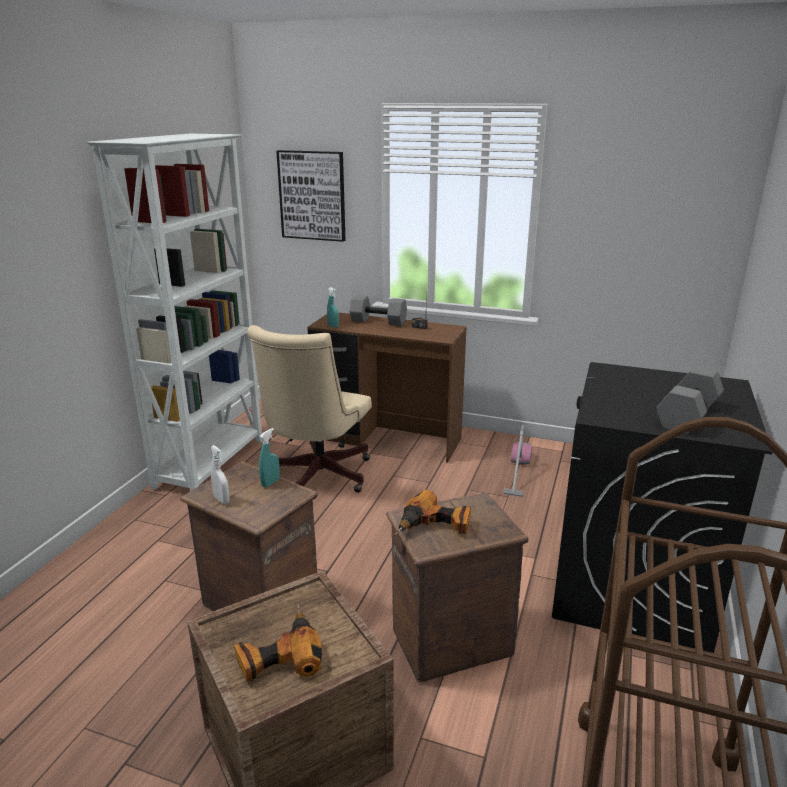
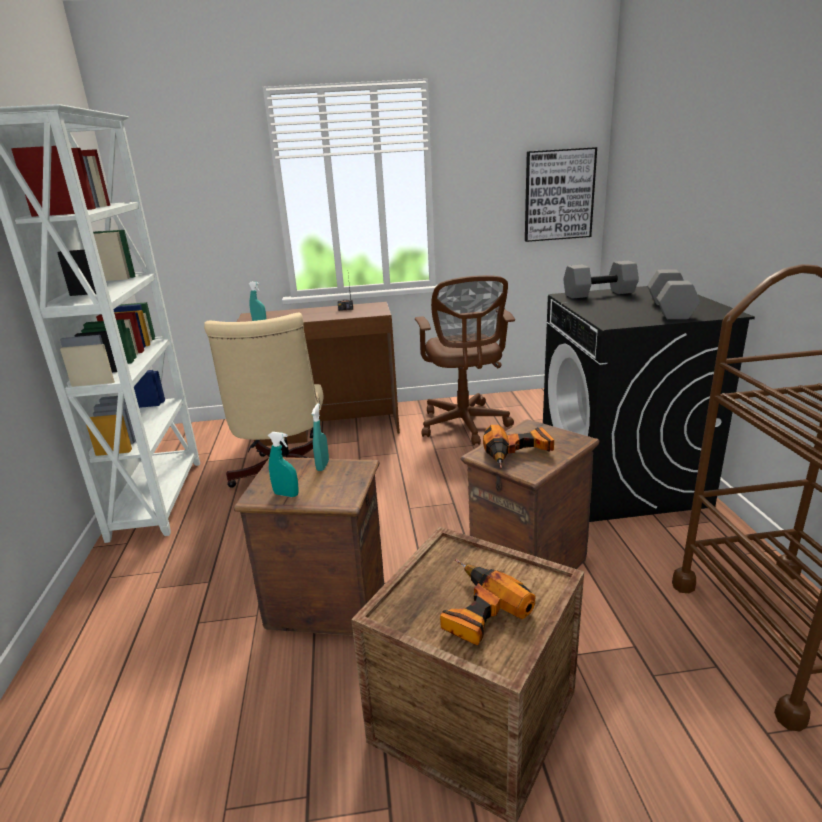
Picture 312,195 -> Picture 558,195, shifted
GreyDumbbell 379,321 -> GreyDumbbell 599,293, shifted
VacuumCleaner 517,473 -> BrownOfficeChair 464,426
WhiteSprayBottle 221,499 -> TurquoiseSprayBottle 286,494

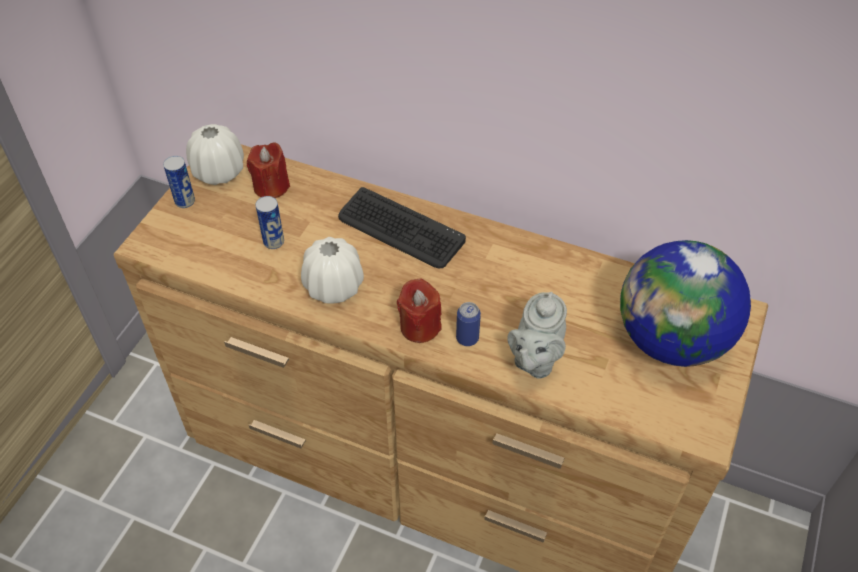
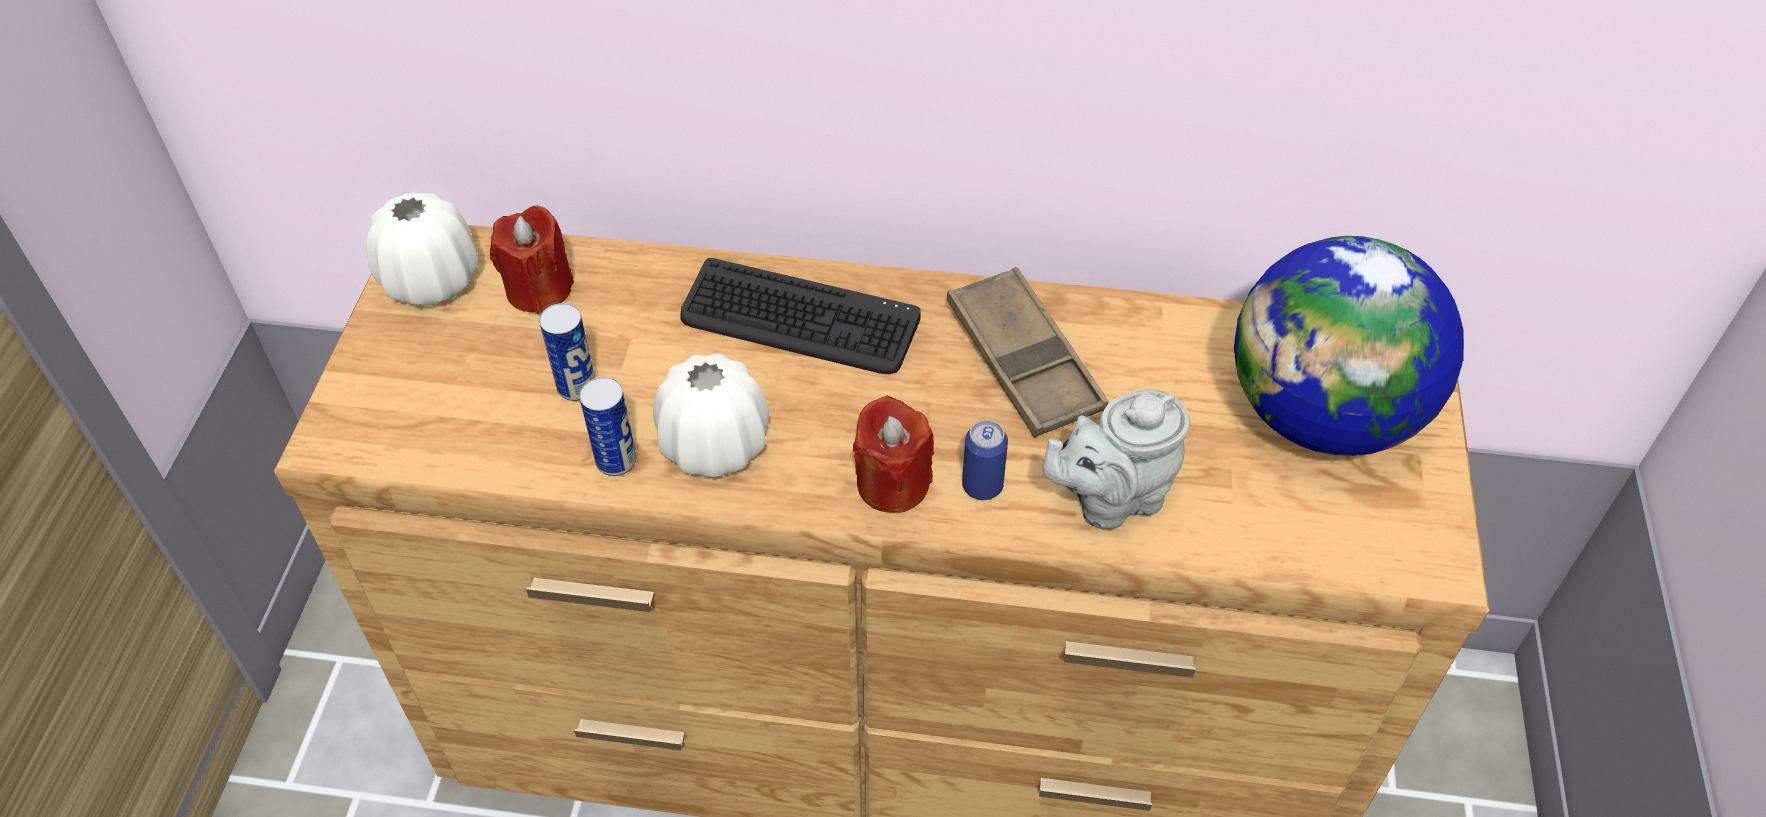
none -> BrownTray 1024,361
Can 185,201 -> Can 616,461, shifted
GreyTeapot 534,360 -> GreyTeapot 1110,498, 60 degrees clockwise

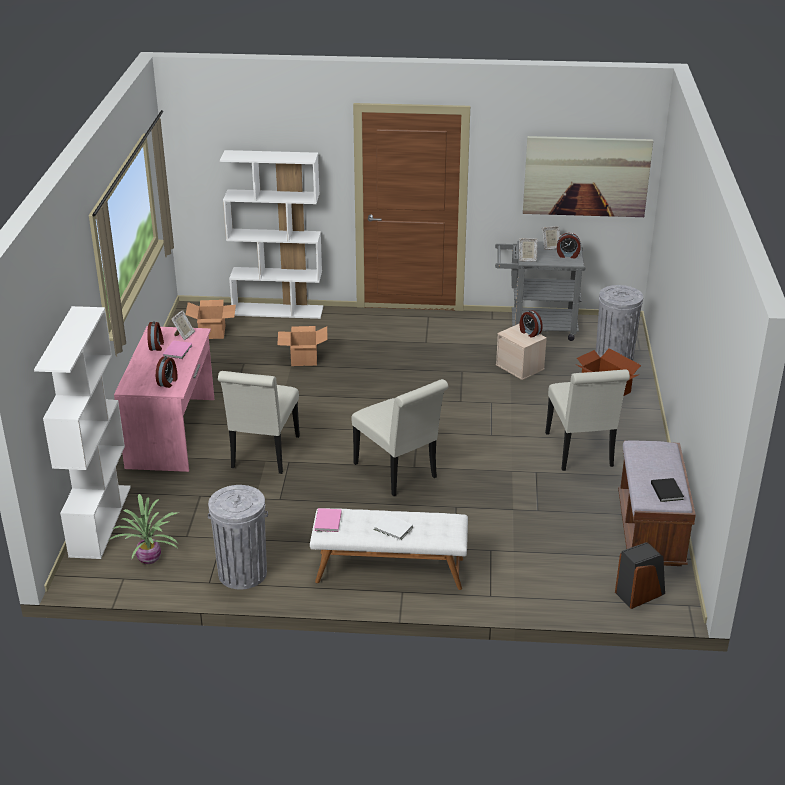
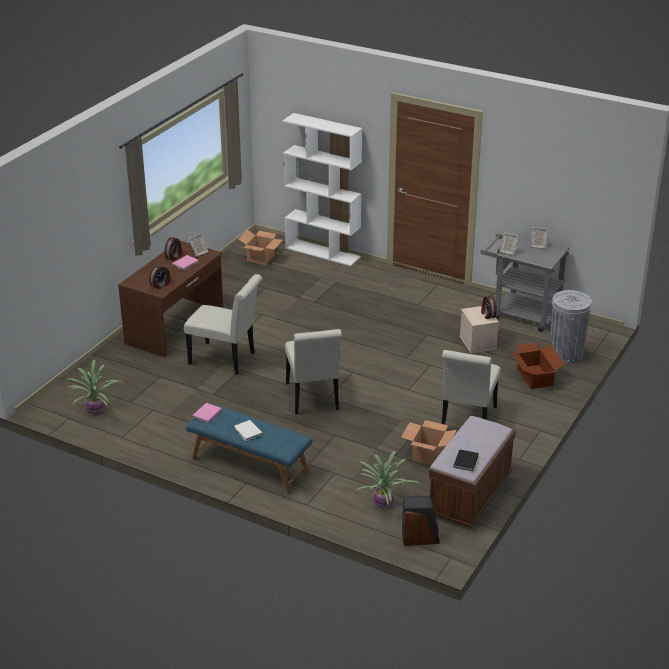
WhiteBookcase 100,520 -> none
GreyTrashCan 242,573 -> none
Picture 586,176 -> none
AlarmClock 567,255 -> none
none -> PottedPlant 384,504
CardboardBox 304,359 -> CardboardBox 428,455, shifted
PinkDesk 172,432 -> BrownDesk 175,326
WhiteBench 389,570 -> BlueBench 249,466
WhiteChair 264,455 -> WhiteChair 226,359, 105 degrees counterclockwise

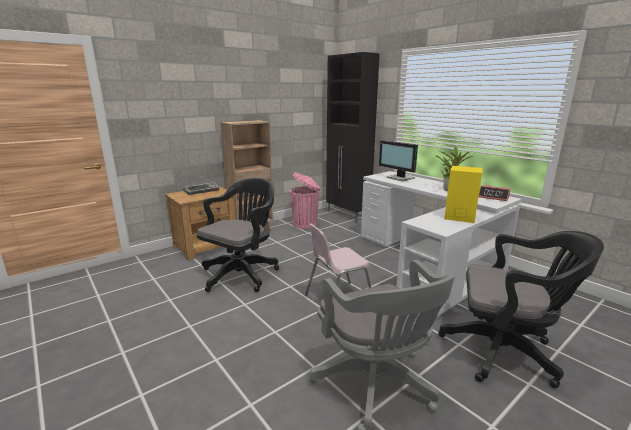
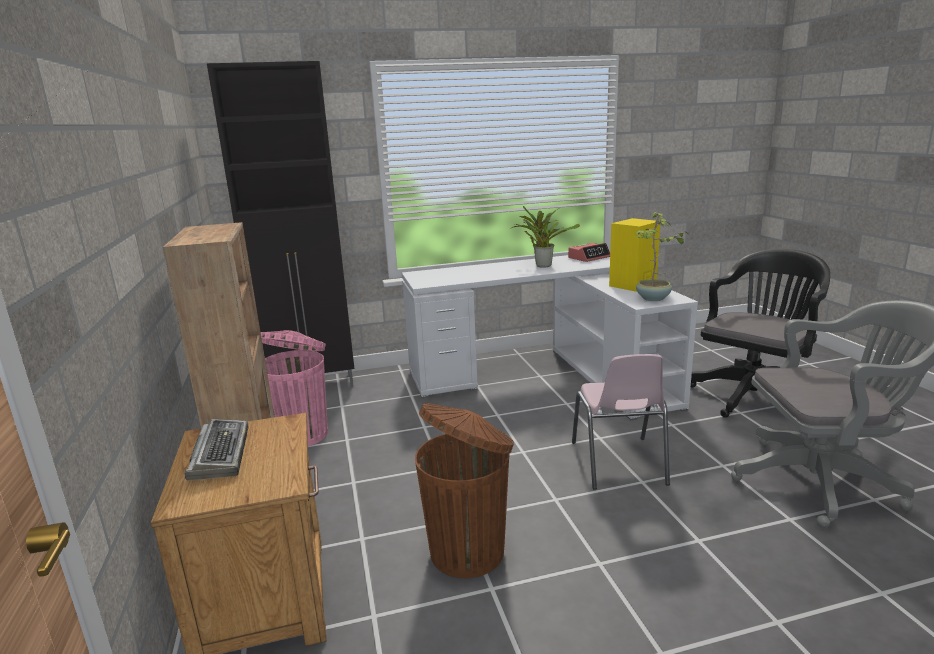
Monitor 400,178 -> none
none -> PottedPlant 653,299
BlackOfficeChair 242,273 -> BrownTrashCan 469,550

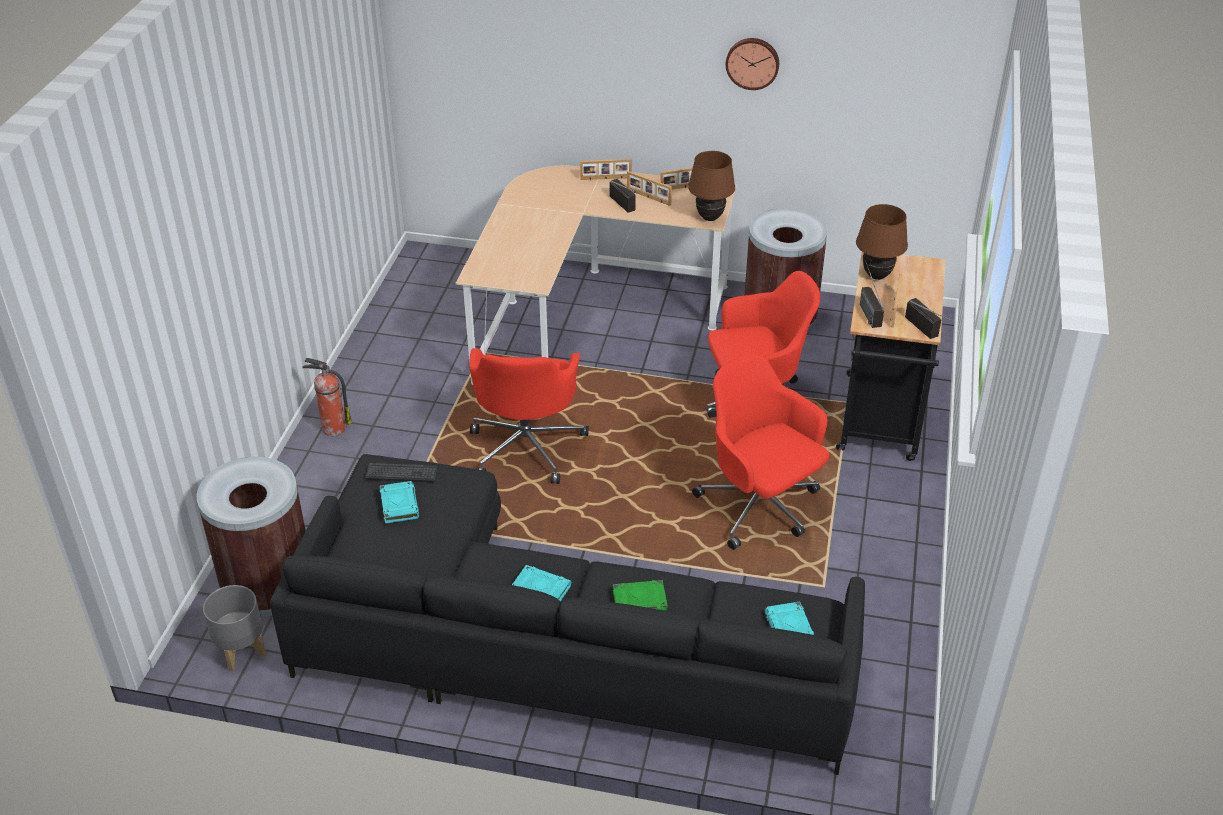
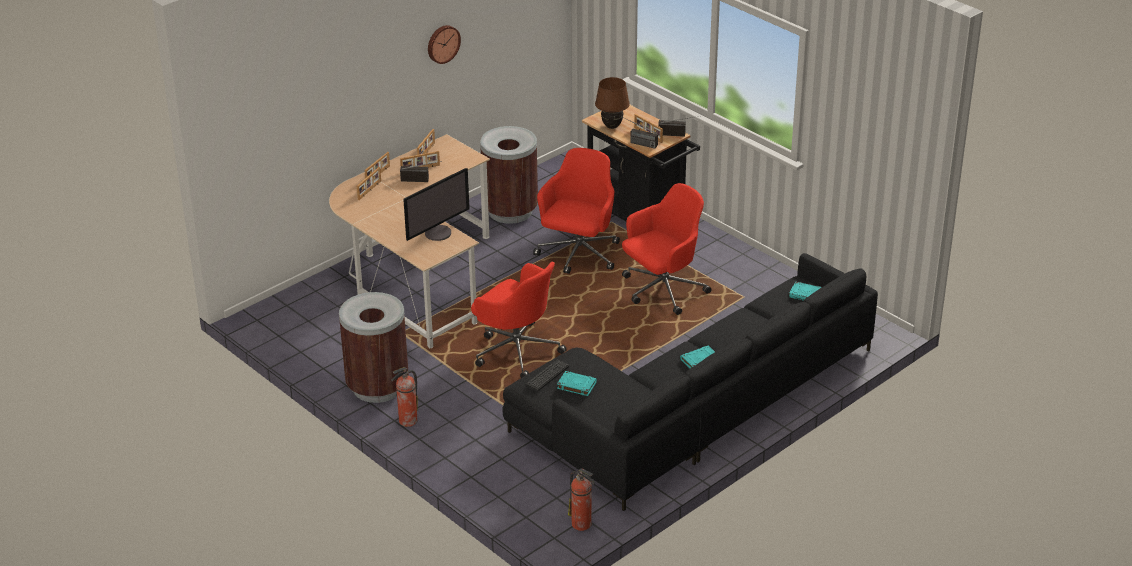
GreenBook 640,601 -> none
BrownTableLamp 710,218 -> none
none -> PictureFrame 370,190
none -> Monitor 437,232
BrownTrashCan 269,589 -> BrownTrashCan 378,387, shifted
GreyPlanter 241,651 -> FireExtinguisher 582,524
RedOfficeChair 760,507 -> RedOfficeChair 662,290, 150 degrees clockwise

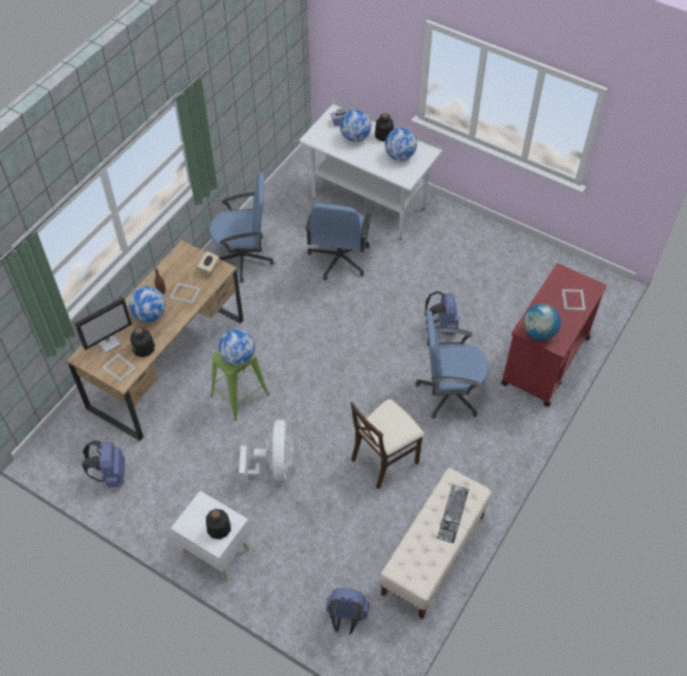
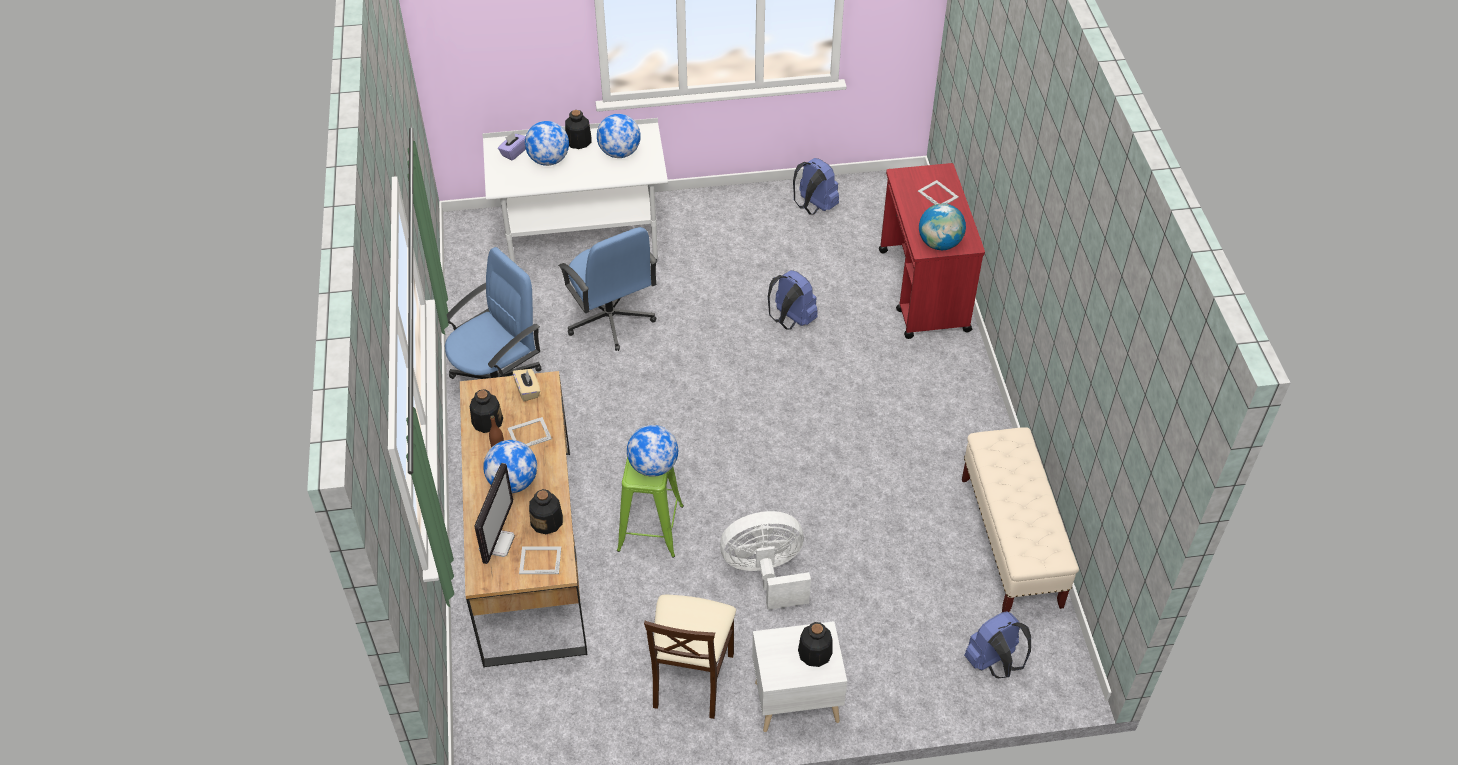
BlueOfficeChair 449,392 -> none
Keyboard 453,513 -> none
none -> Bottle 487,421
BlueBackpack 111,475 -> BlueBackpack 814,206, shifted
BeigeChair 384,459 -> BeigeChair 691,678, shifted
WhiteFan 274,466 -> WhiteFan 766,574, 60 degrees counterclockwise

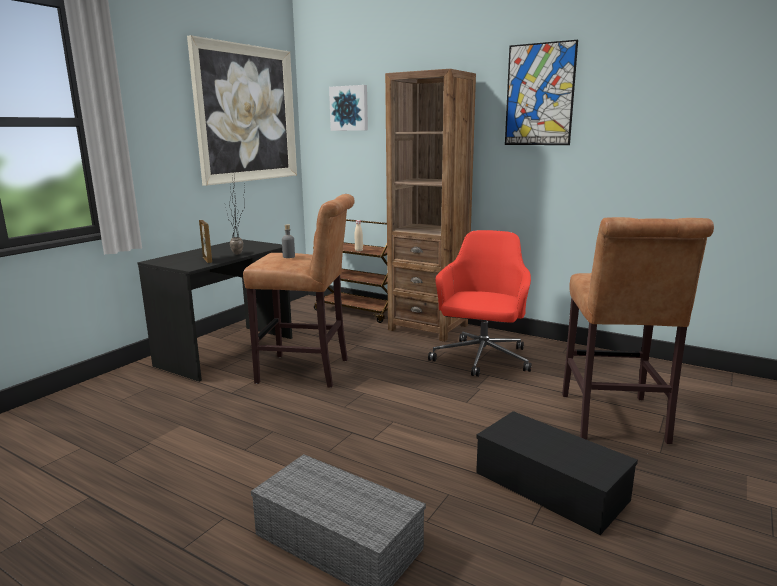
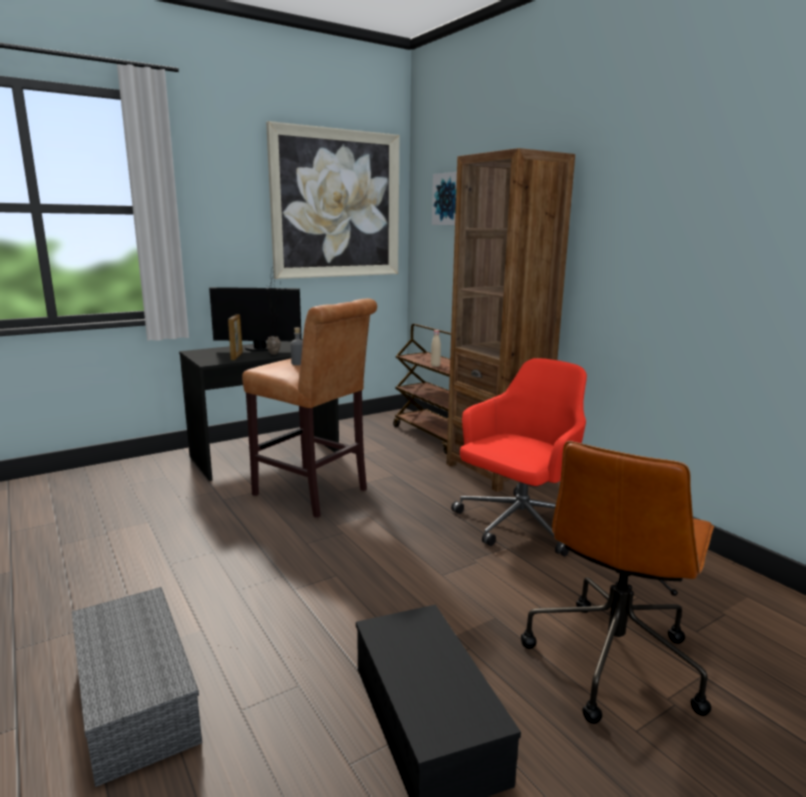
Picture 539,95 -> none
none -> Monitor 259,349
BrownStool 614,421 -> BrownOfficeChair 612,660

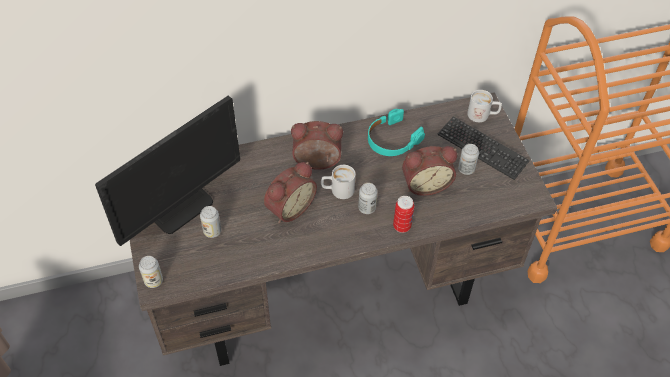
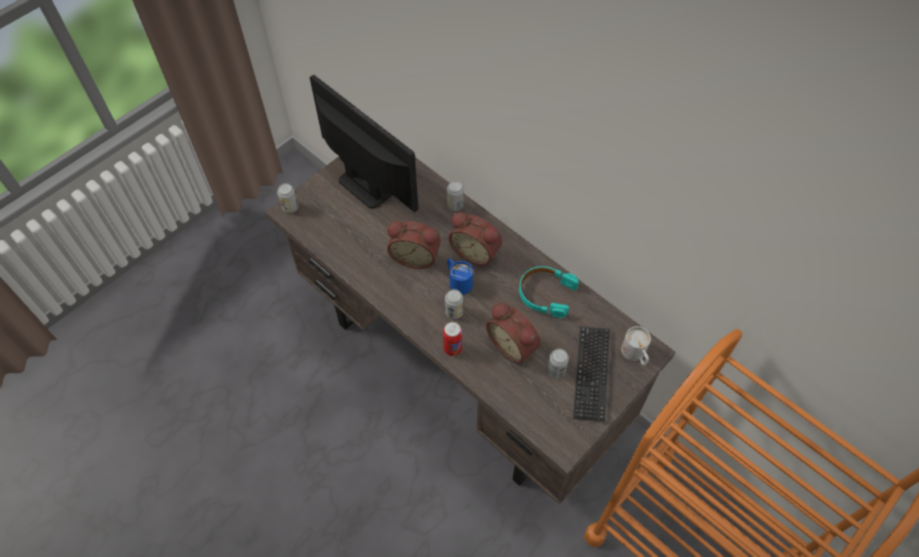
Can 212,231 -> Can 455,205, shifted
WhiteMug 337,190 -> BlueMug 457,281
Monitor 180,207 -> Monitor 367,185, 150 degrees counterclockwise
AlarmClock 317,163 -> AlarmClock 476,251, 150 degrees clockwise

